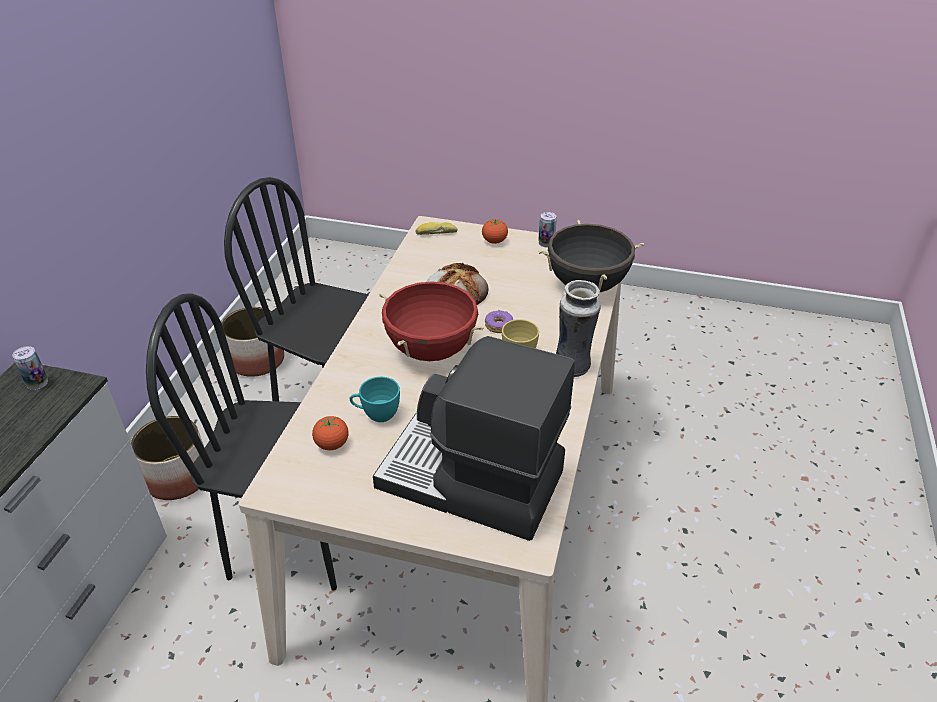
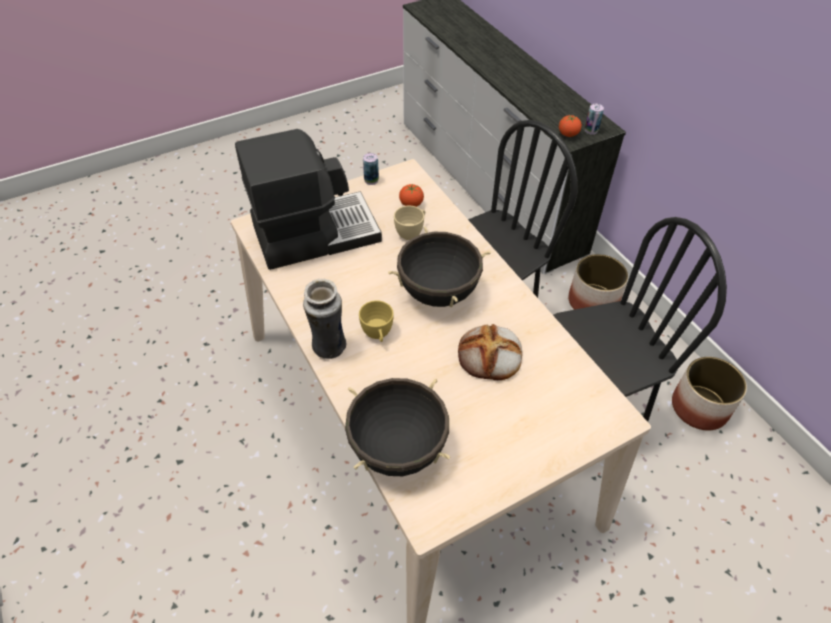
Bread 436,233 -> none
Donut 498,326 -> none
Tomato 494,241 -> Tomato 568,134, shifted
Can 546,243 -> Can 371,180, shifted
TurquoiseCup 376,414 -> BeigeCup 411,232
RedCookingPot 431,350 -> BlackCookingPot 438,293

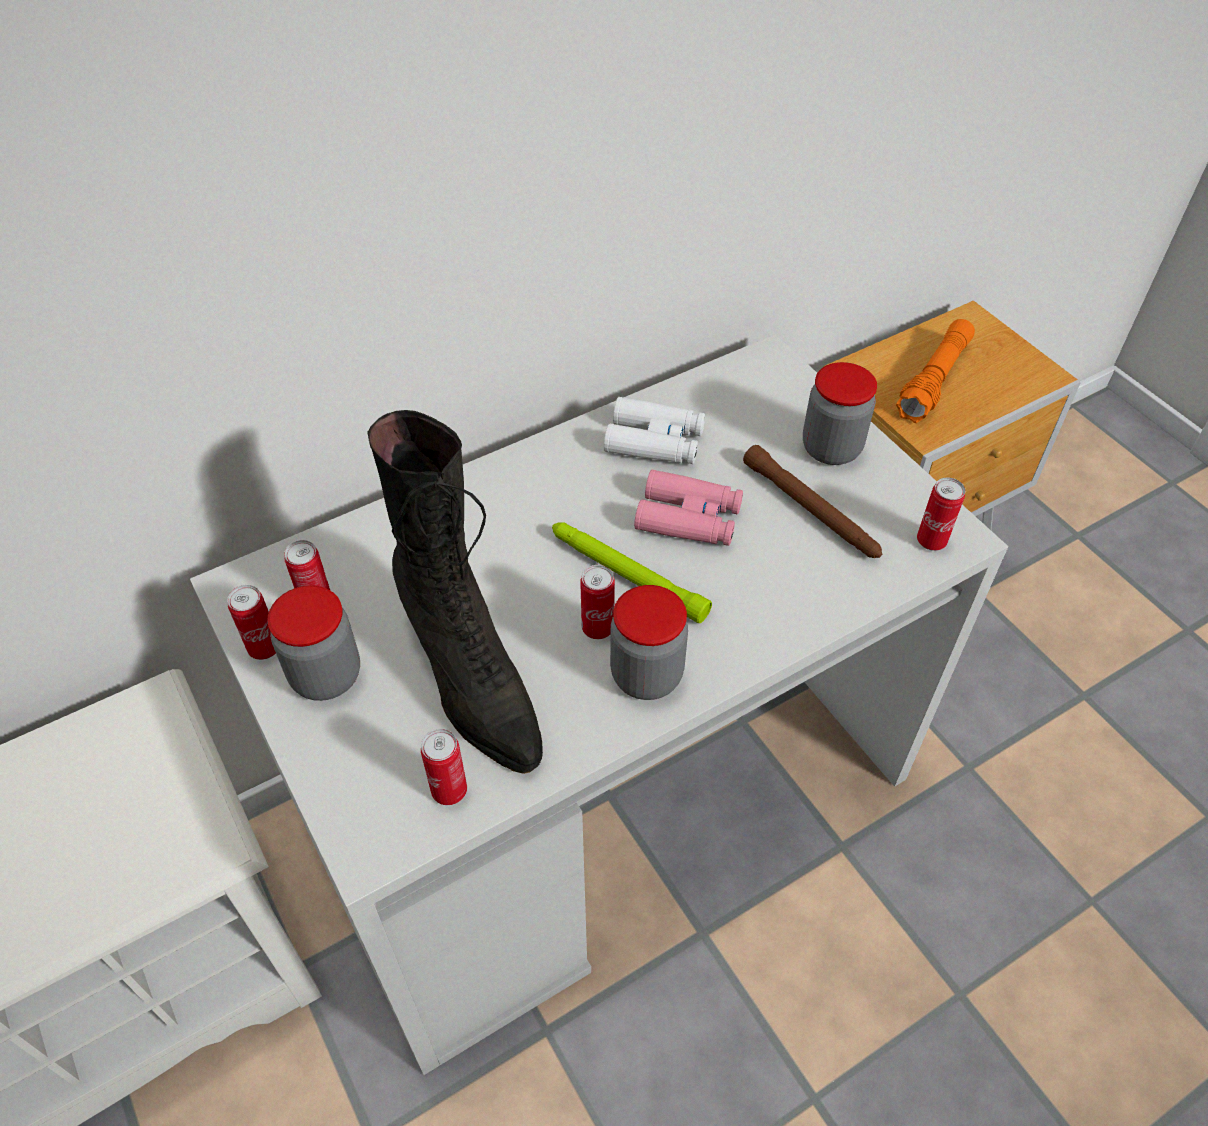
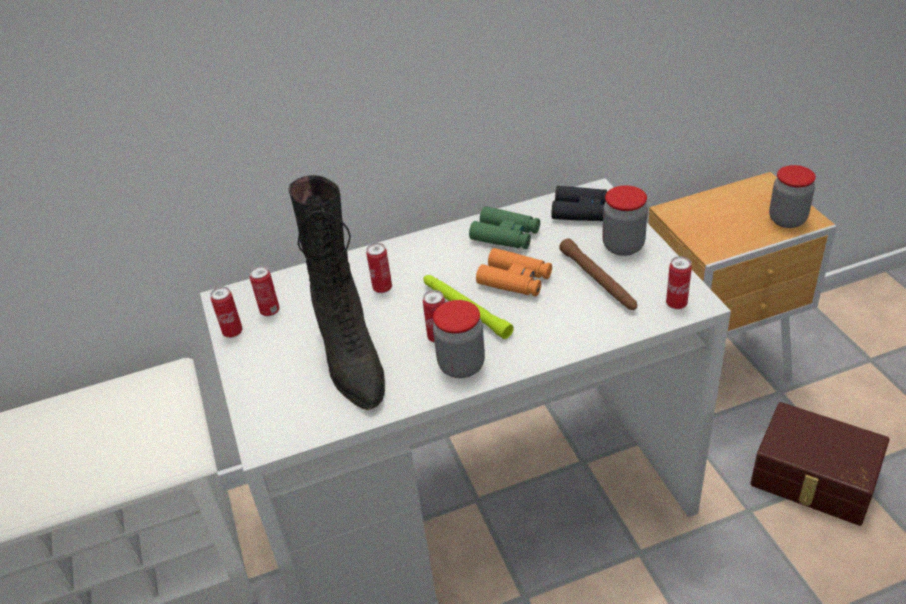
OrangeFlashlight 934,380 -> none
none -> BlackBinoculars 583,211
none -> BrownStorageBox 813,479
Jar 326,676 -> Jar 787,220, shifted
Can 449,791 -> Can 382,288, shifted
WhiteBinoculars 655,441 -> GreenBinoculars 505,235
PinkBinoculars 689,518 -> OrangeBinoculars 515,280

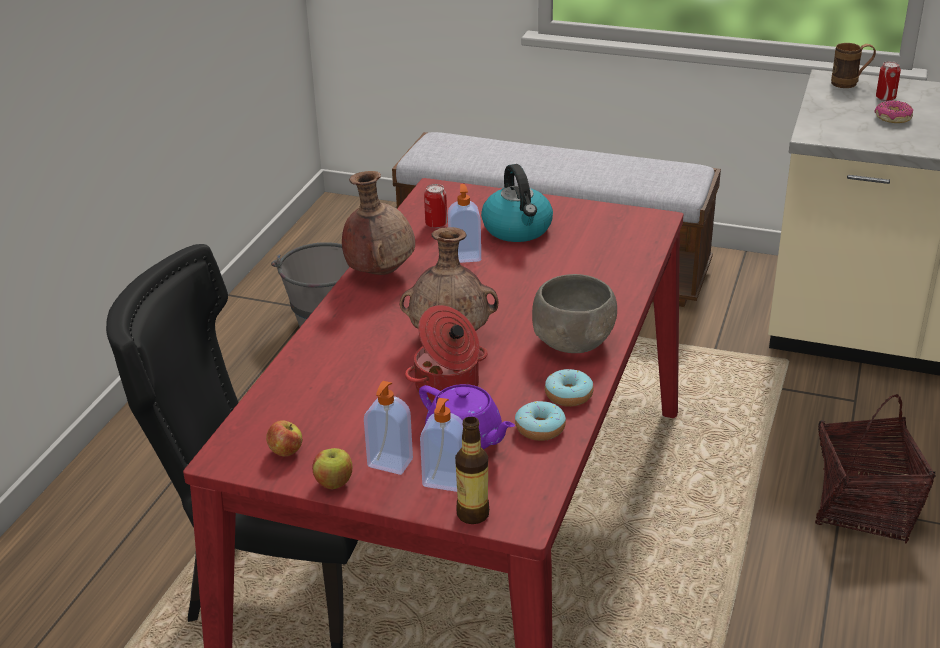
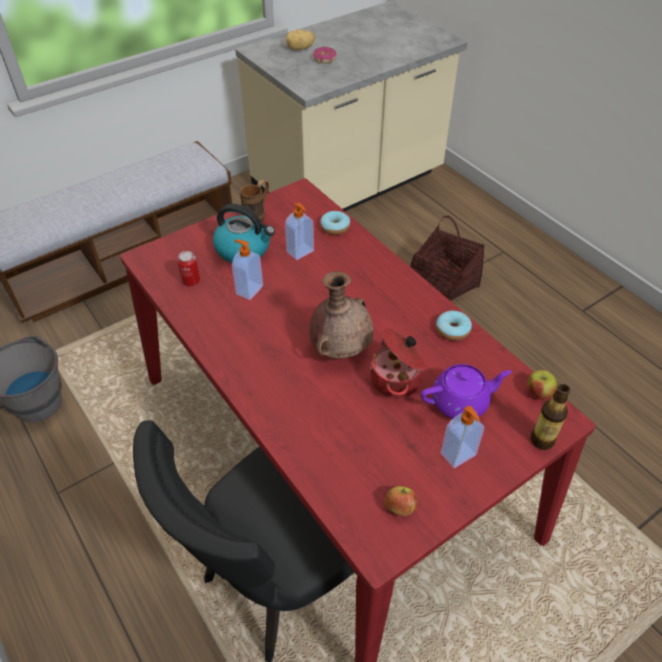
BrownVase 380,272 -> none
GreyBowl 574,342 -> none
Apple 333,483 -> Apple 538,393, shifted
SoapDispenser 444,482 -> SoapDispenser 300,252, shifted
Donut 540,429 -> Donut 335,227, shifted
BrownMug 850,83 -> BrownMug 258,215, shifted
Can 885,98 -> Potato 300,49

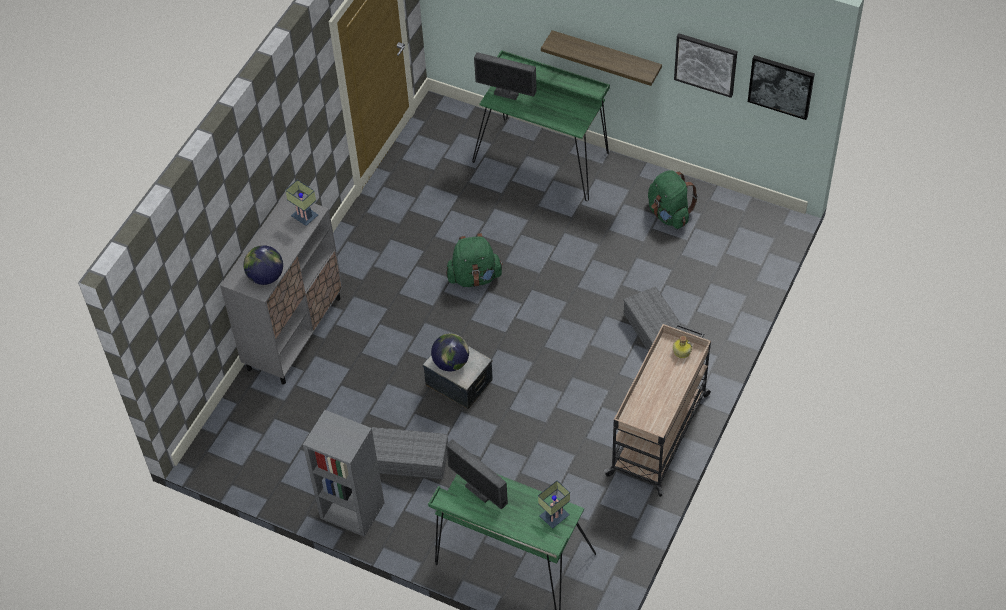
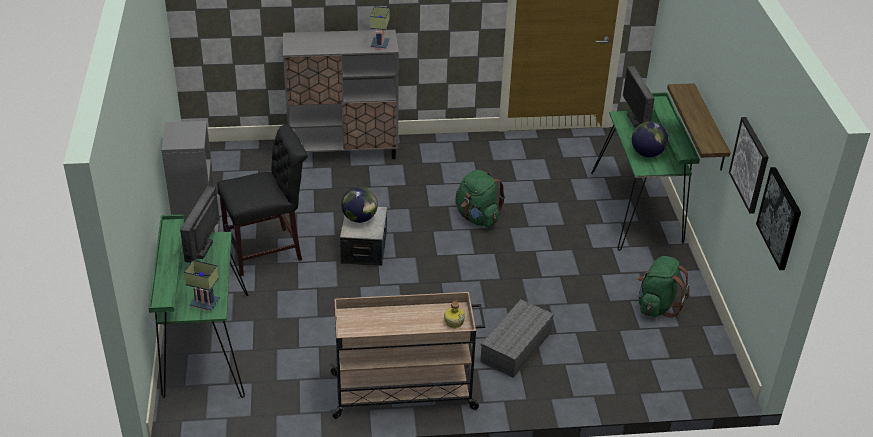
Globe 265,276 -> Globe 647,153, shifted
GreyStorageBox 410,459 -> BlackChair 268,250

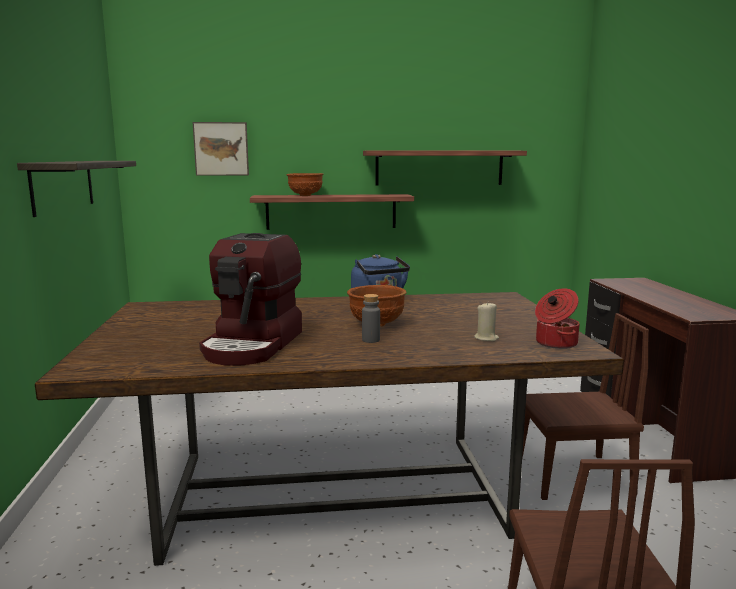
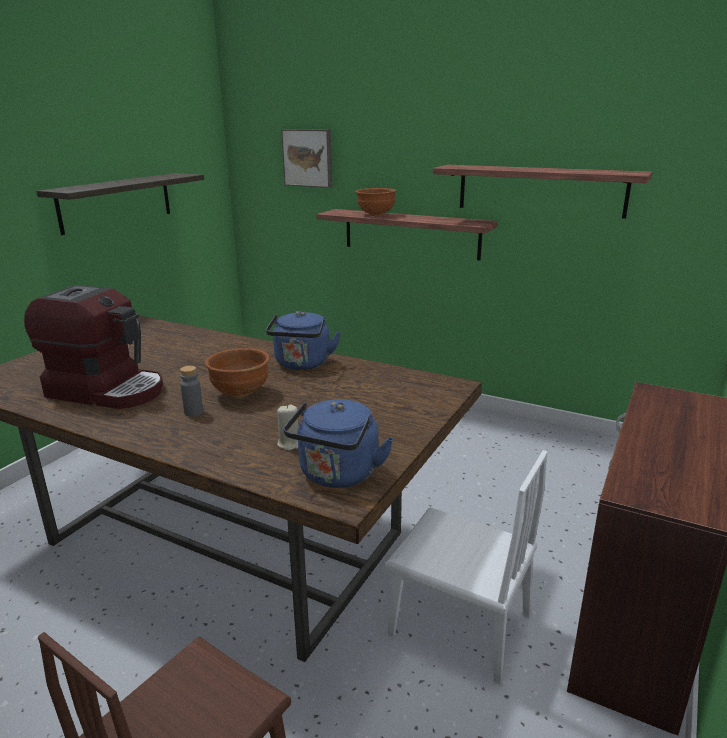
CookingPot 555,343 -> BlueKettle 337,475
BrownChair 572,476 -> WhiteChair 459,625
CoffeeMachine 254,345 -> CoffeeMachine 108,390, 120 degrees counterclockwise

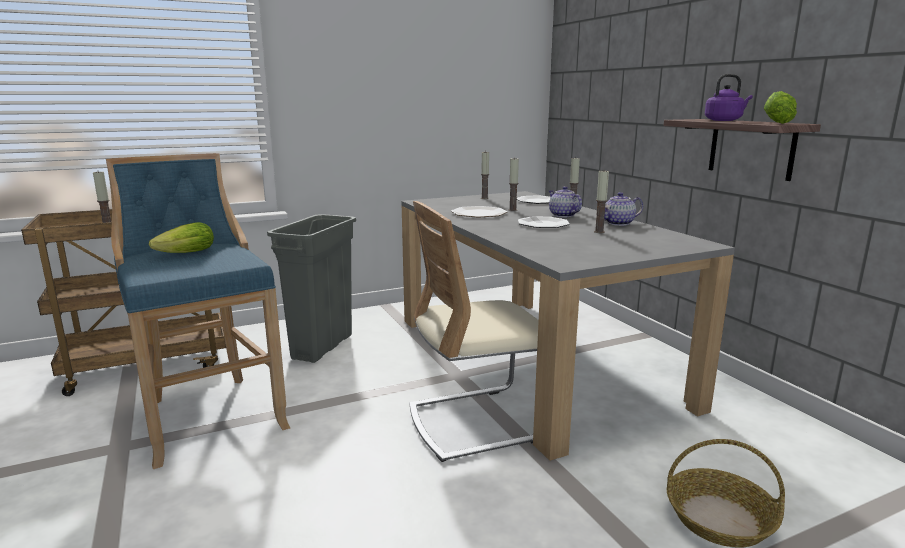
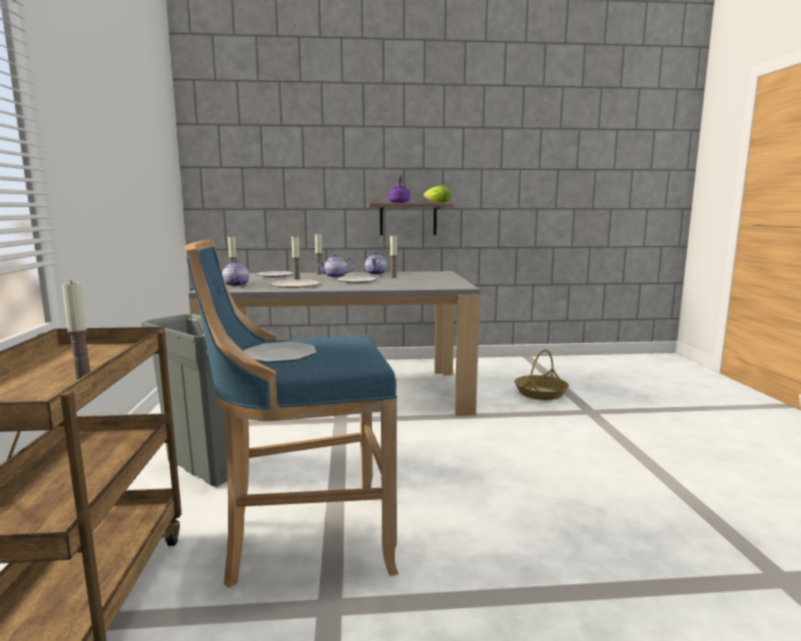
BeigeChair 480,421 -> none
none -> Teapot 235,285
Lettuce 183,254 -> Plate 280,355

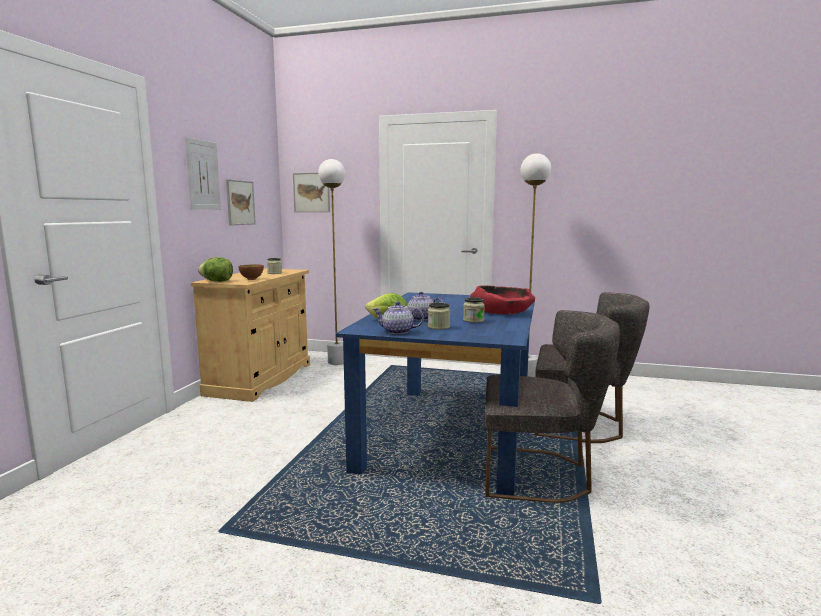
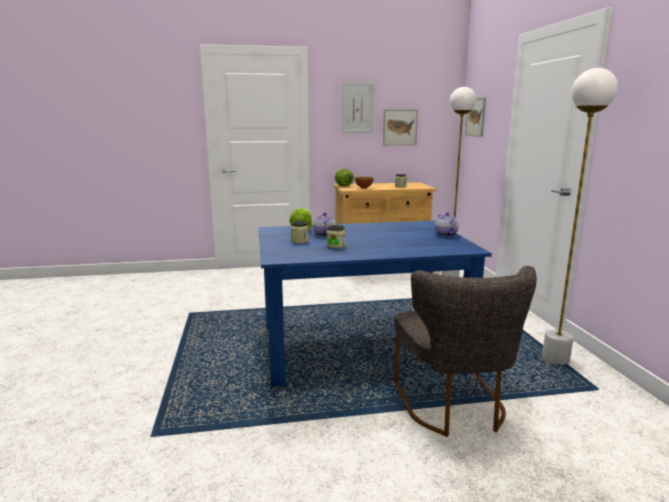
RedBowl 502,312 -> none
GreyChair 541,475 -> none
Teapot 397,332 -> Teapot 445,235, shifted

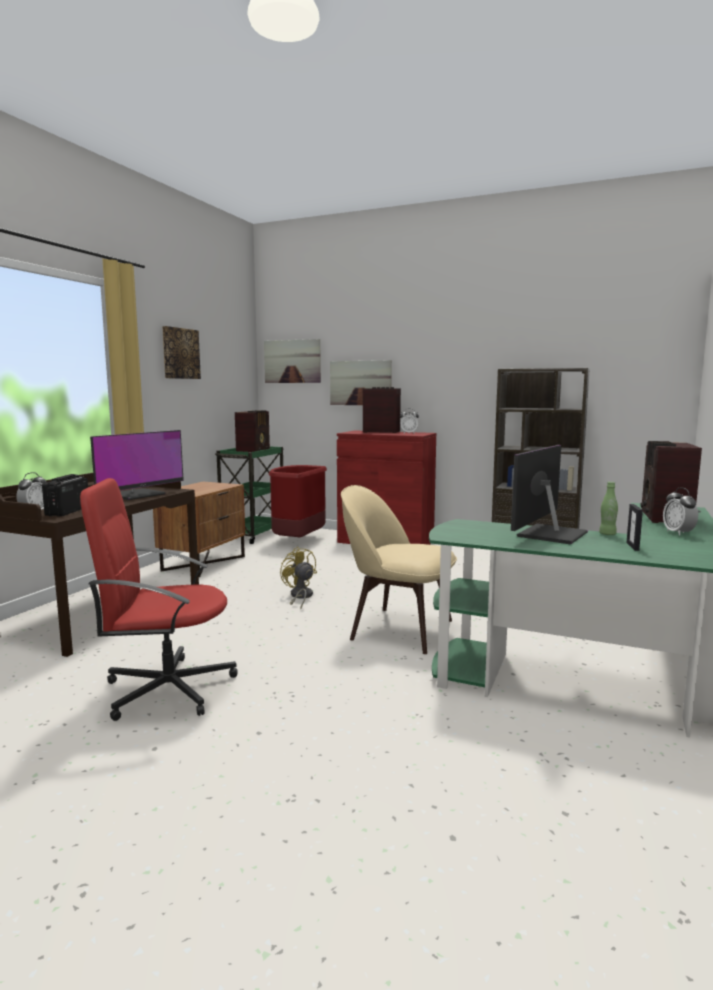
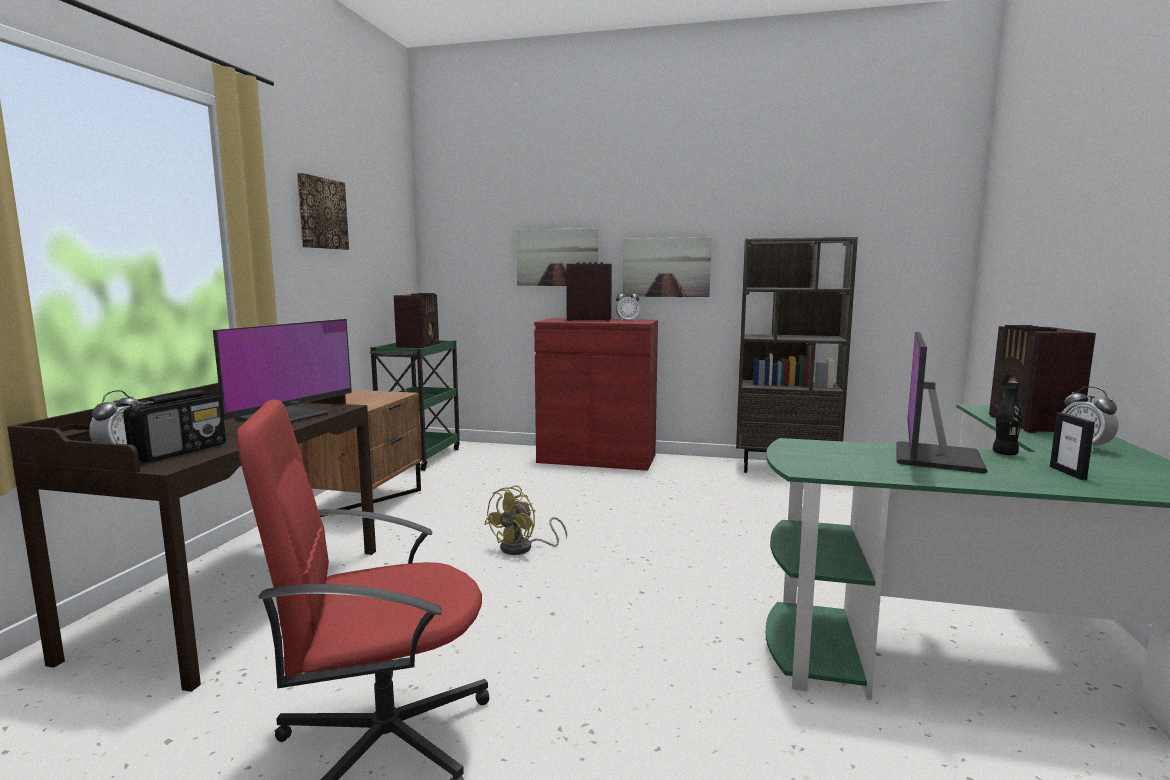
RedTrashCan 297,541 -> none
BeigeChair 397,628 -> none
Picture 292,361 -> Picture 666,267, shifted
GreenBottle 607,534 -> BlackBottle 1004,453
Radio 67,511 -> Radio 181,452, 150 degrees counterclockwise
YellowFan 300,596 -> YellowFan 523,548, 105 degrees counterclockwise

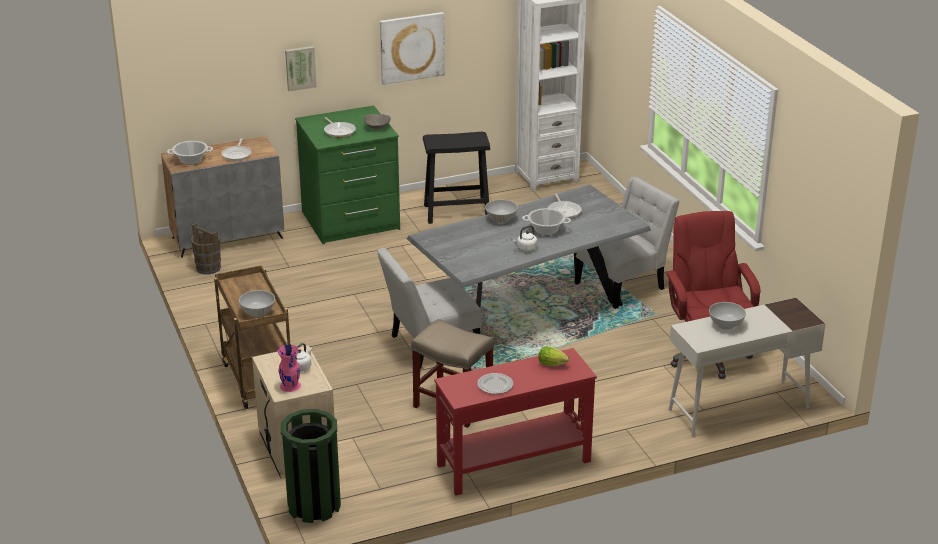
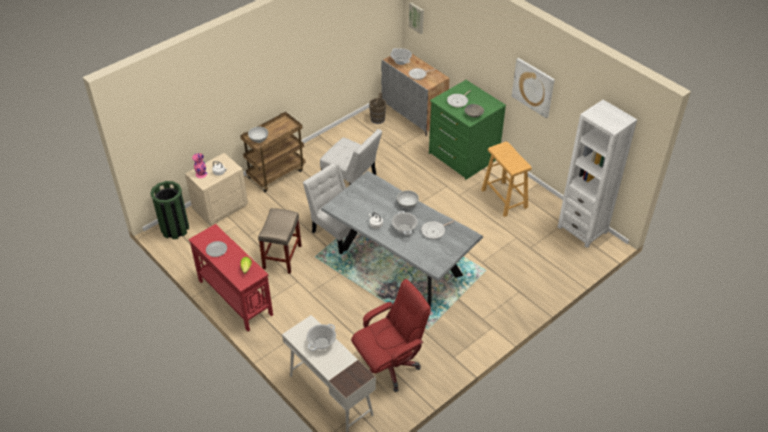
Picture 300,68 -> Picture 417,17, shifted
WhiteChair 623,284 -> WhiteChair 351,179, shifted
WhiteBowl 725,325 -> CookingPot 321,342
BlackStool 457,212 -> BeigeStool 504,199

